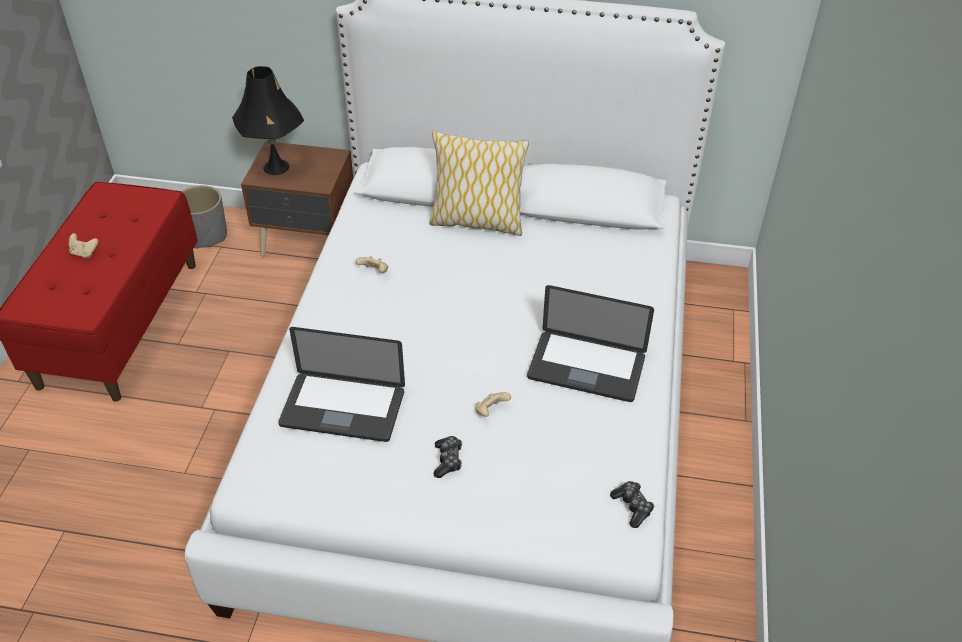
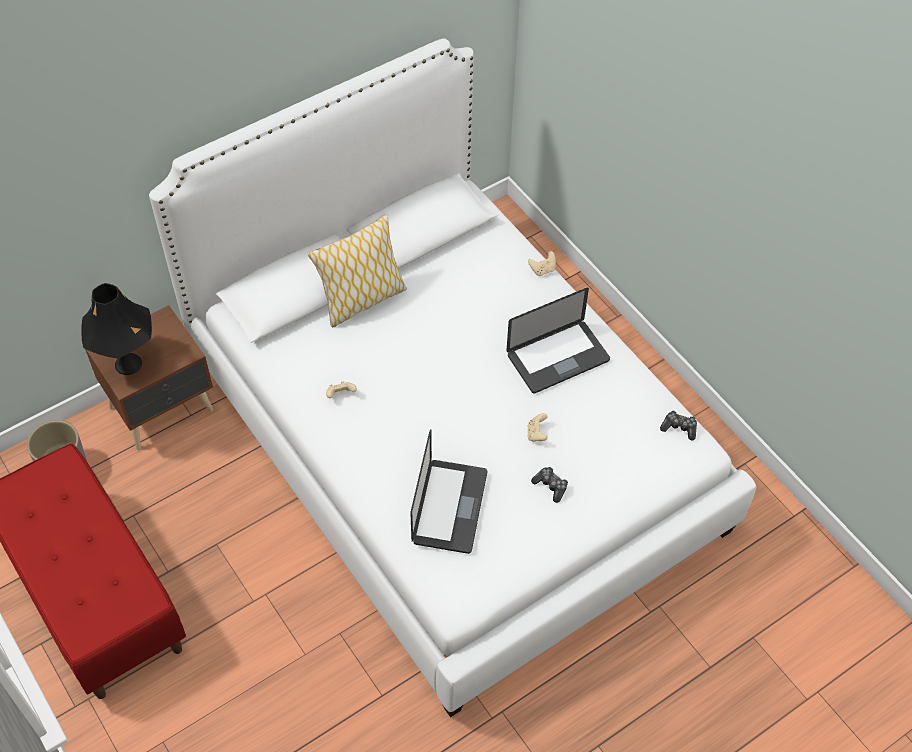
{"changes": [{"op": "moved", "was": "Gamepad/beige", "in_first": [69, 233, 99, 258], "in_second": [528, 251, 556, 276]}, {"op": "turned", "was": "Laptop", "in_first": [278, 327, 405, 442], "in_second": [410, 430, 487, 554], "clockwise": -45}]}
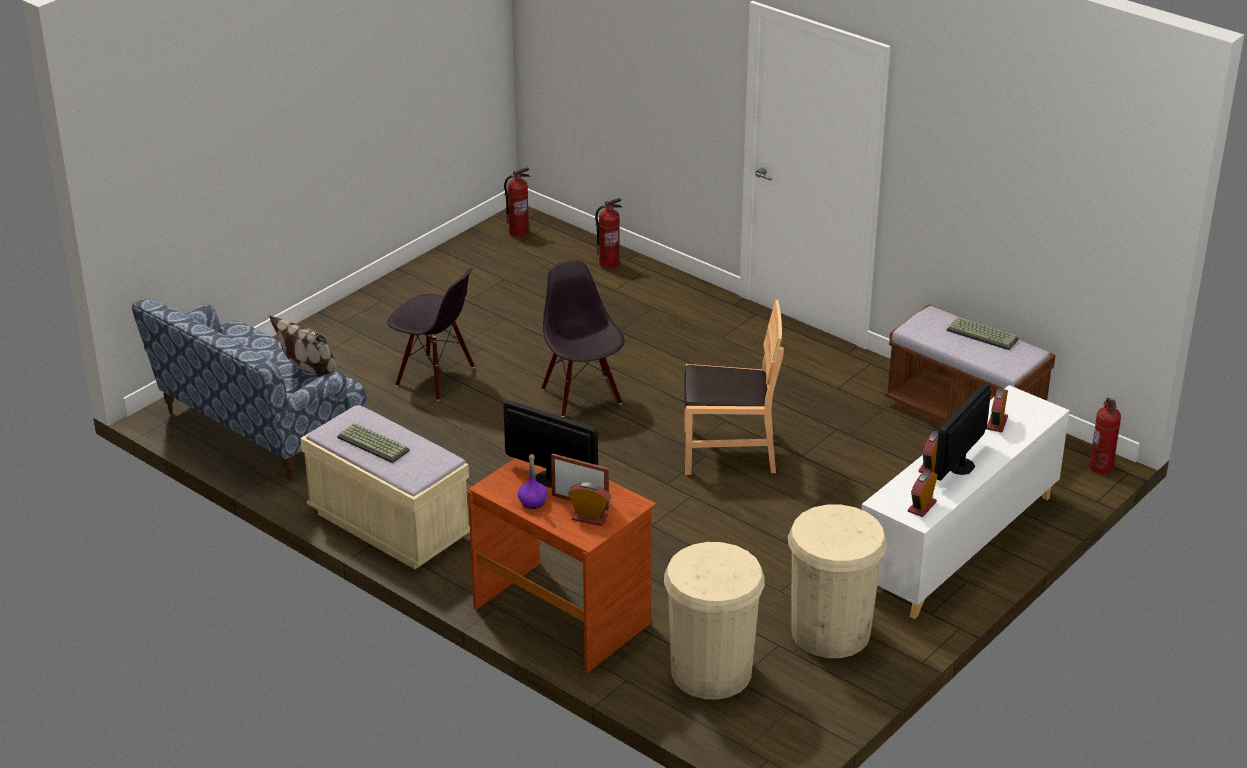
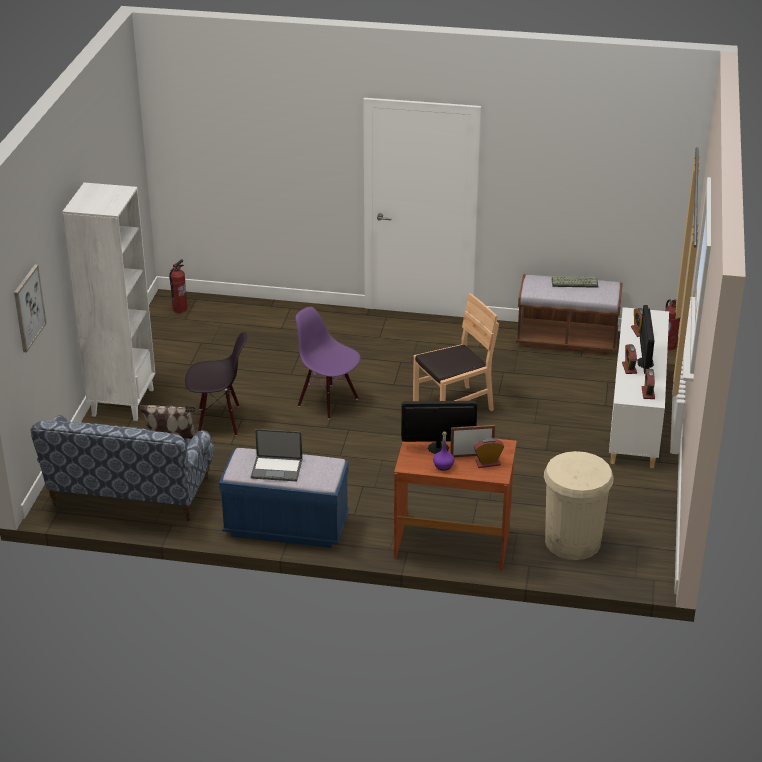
{"changes": [{"op": "removed", "was": "Feuerlöscher", "in_first": [595, 198, 622, 269]}, {"op": "removed", "was": "Mülleimer/beige", "in_first": [788, 505, 887, 658]}, {"op": "added", "now": "Bild", "in_second": [14, 265, 47, 352]}, {"op": "added", "now": "Bücherregal/weiß", "in_second": [62, 182, 155, 421]}, {"op": "replaced", "was": "Tastatur", "now": "Laptop", "in_first": [337, 423, 410, 463], "in_second": [251, 429, 302, 481]}, {"op": "recoloured", "was": "Bank/beige", "now": "Bank/blau", "in_first": [300, 405, 470, 569], "in_second": [219, 448, 349, 548]}, {"op": "recoloured", "was": "Stuhl/schwarz", "now": "Stuhl/lila", "in_first": [541, 260, 625, 417], "in_second": [296, 307, 360, 419]}]}
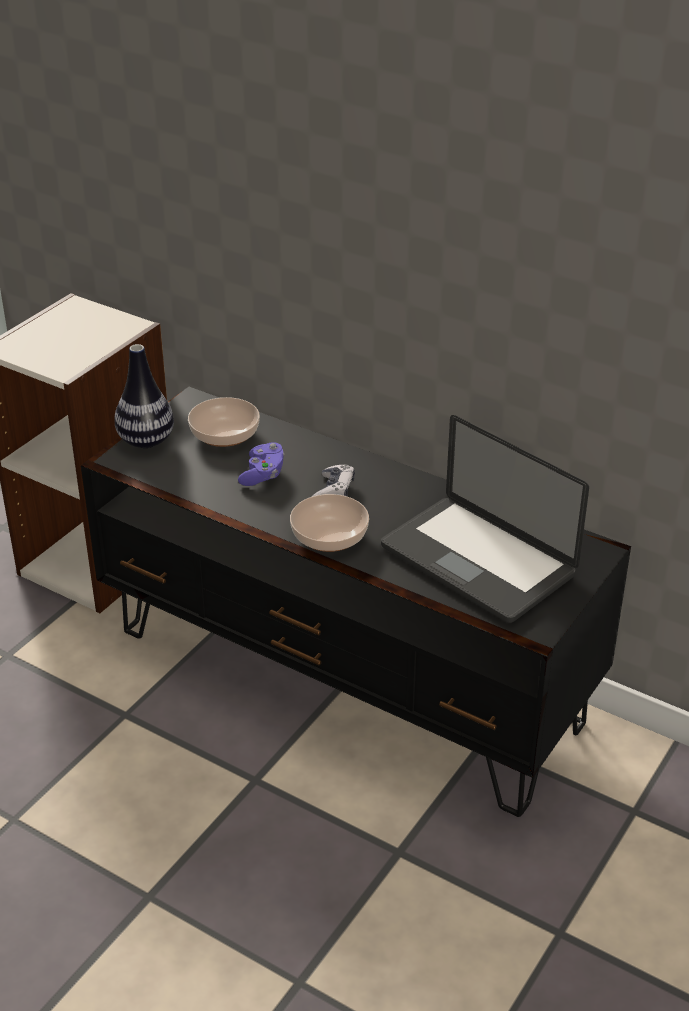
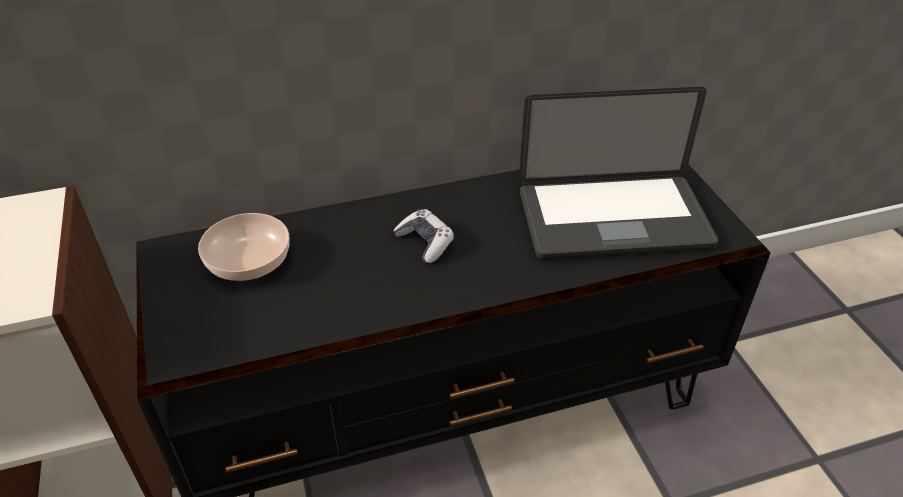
{"changes": [{"op": "removed", "was": "Vase", "in_first": [114, 344, 174, 448]}, {"op": "removed", "was": "Gamepad/lila", "in_first": [238, 442, 284, 486]}, {"op": "removed", "was": "Schüssel", "in_first": [290, 494, 369, 552]}]}
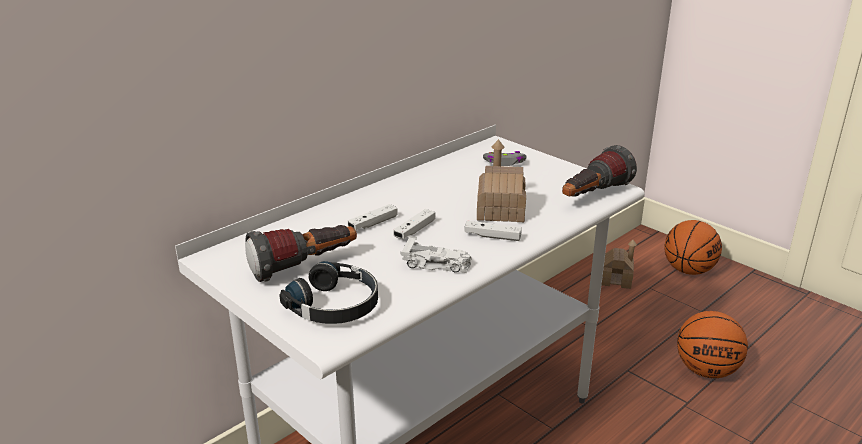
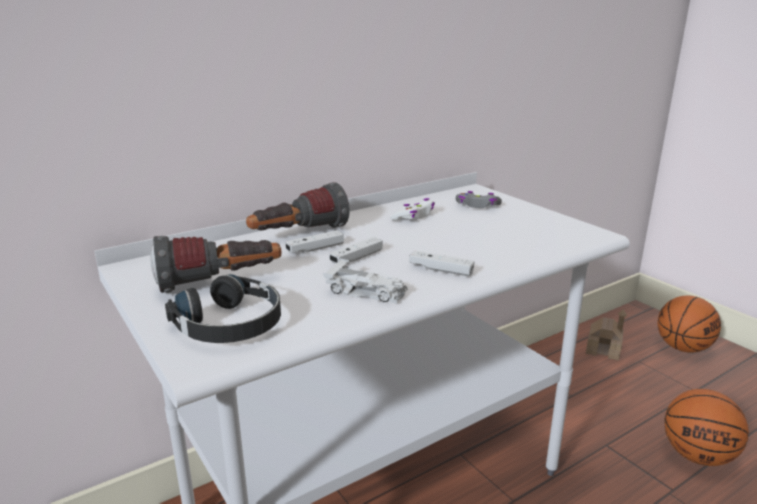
{"changes": [{"op": "removed", "was": "Spielzeughaus", "in_first": [477, 139, 526, 222]}, {"op": "added", "now": "Gamepad/weiß", "in_second": [390, 198, 435, 221]}, {"op": "moved", "was": "Taschenlampe", "in_first": [562, 145, 637, 197], "in_second": [246, 182, 350, 230]}]}
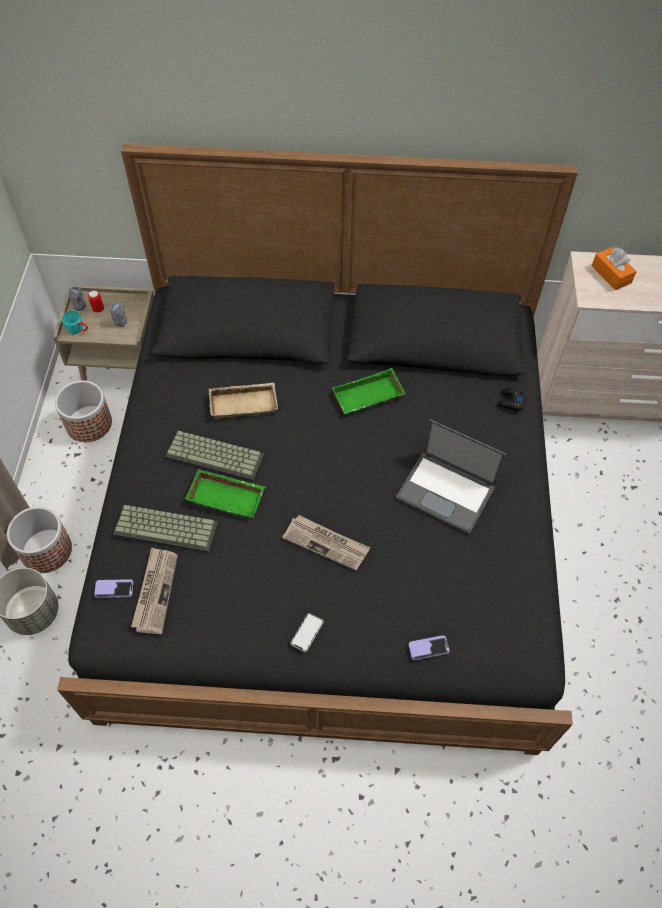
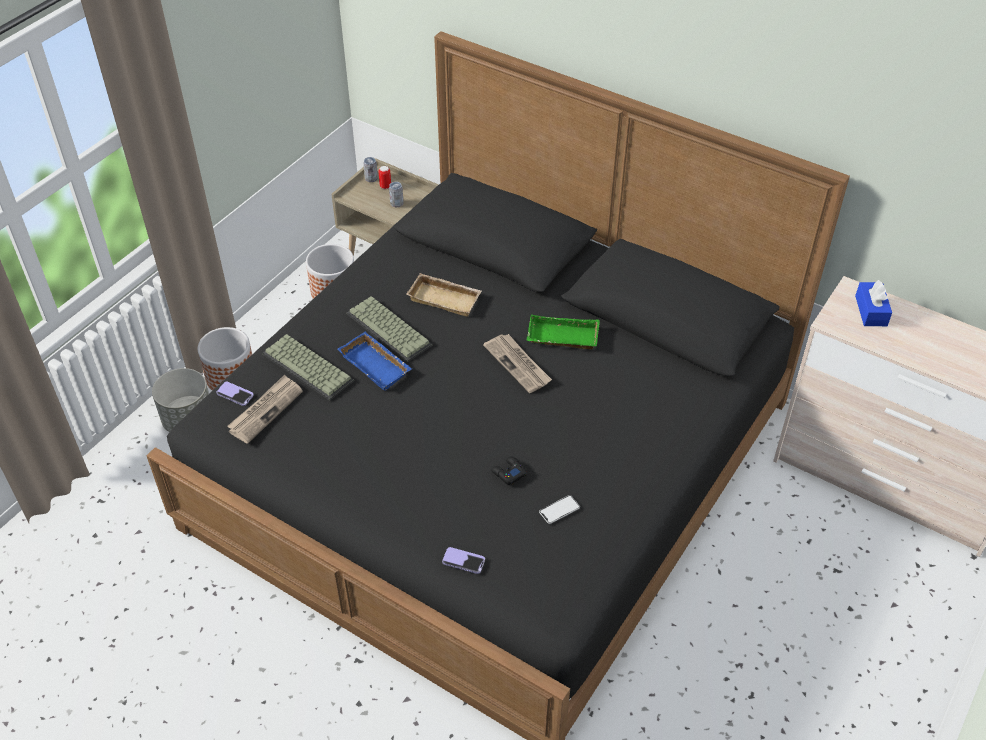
{"changes": [{"op": "removed", "was": "Henkelbecher/türkis", "in_first": [62, 311, 88, 334]}, {"op": "removed", "was": "Laptop", "in_first": [396, 419, 506, 535]}, {"op": "moved", "was": "Zeitung", "in_first": [282, 515, 370, 571], "in_second": [483, 334, 552, 393]}, {"op": "moved", "was": "Handy", "in_first": [290, 613, 324, 652], "in_second": [539, 495, 580, 524]}, {"op": "moved", "was": "Gamepad/schwarz", "in_first": [498, 388, 527, 411], "in_second": [491, 456, 526, 485]}, {"op": "recoloured", "was": "Tablett/grün", "now": "Tablett/blau", "in_first": [185, 469, 265, 519], "in_second": [338, 332, 412, 391]}, {"op": "recoloured", "was": "Taschentuchbox/orange", "now": "Taschentuchbox/blau", "in_first": [592, 247, 637, 290], "in_second": [855, 280, 892, 326]}]}
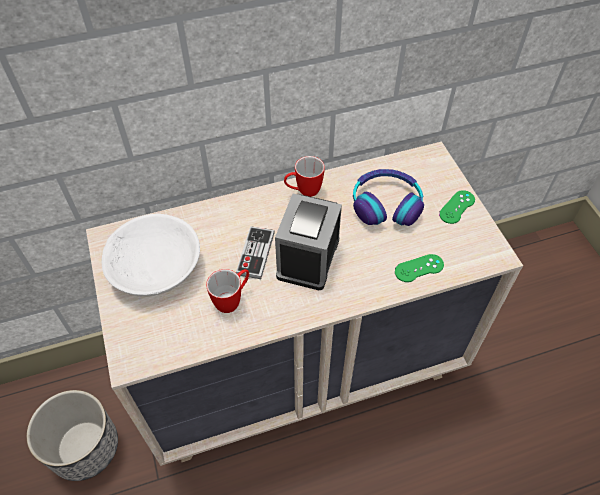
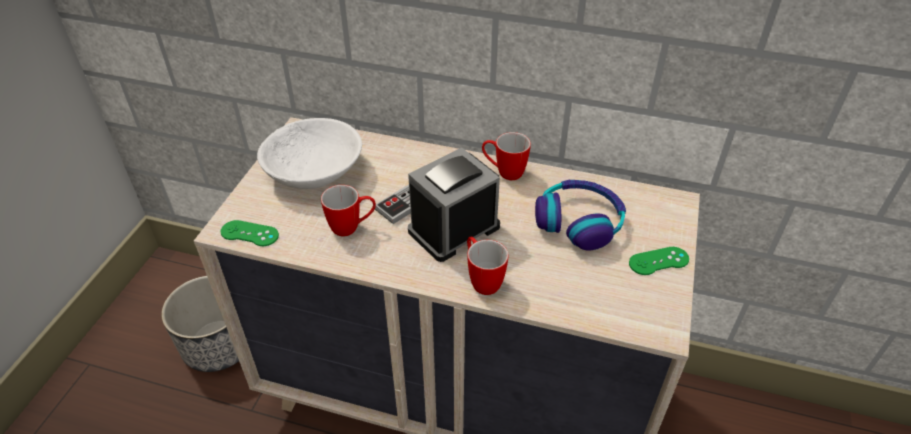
{"changes": [{"op": "added", "now": "Henkelbecher", "in_second": [467, 237, 509, 295]}, {"op": "moved", "was": "Gamepad/grün", "in_first": [395, 254, 444, 282], "in_second": [221, 220, 279, 246]}]}
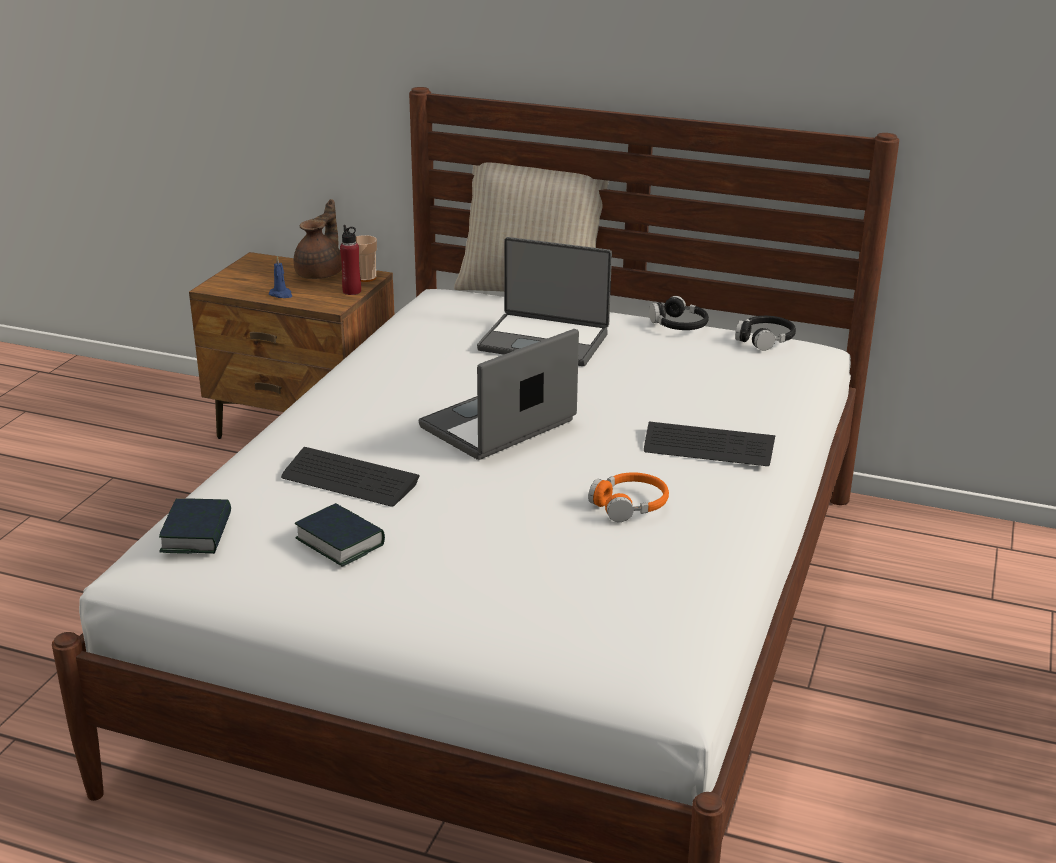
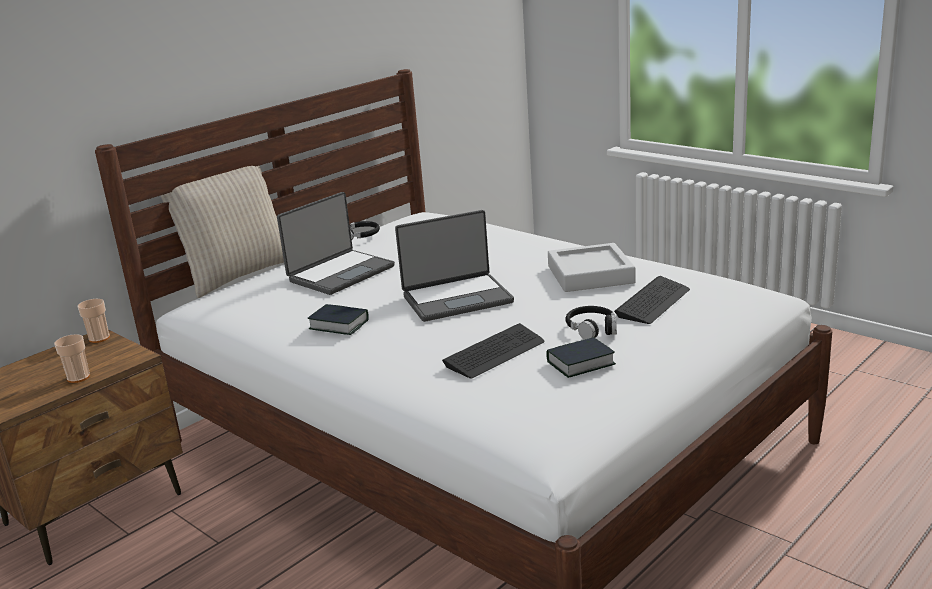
{"changes": [{"op": "removed", "was": "Teekanne/braun", "in_first": [293, 199, 342, 279]}, {"op": "removed", "was": "Flasche/rot", "in_first": [340, 225, 361, 295]}, {"op": "moved", "was": "Buch", "in_first": [159, 498, 231, 554], "in_second": [308, 304, 369, 335]}, {"op": "moved", "was": "Tastatur", "in_first": [644, 422, 775, 466], "in_second": [614, 276, 690, 324]}, {"op": "moved", "was": "Kopfhörer/schwarz", "in_first": [735, 316, 796, 351], "in_second": [565, 306, 617, 340]}, {"op": "replaced", "was": "Kerze/blau", "now": "Tasse", "in_first": [269, 256, 292, 298], "in_second": [54, 334, 90, 383]}, {"op": "replaced", "was": "Kopfhörer/orange", "now": "Tablett/grau", "in_first": [588, 472, 669, 522], "in_second": [548, 243, 636, 292]}, {"op": "turned", "was": "Laptop", "in_first": [419, 329, 579, 460], "in_second": [395, 210, 514, 322], "clockwise": -90}]}
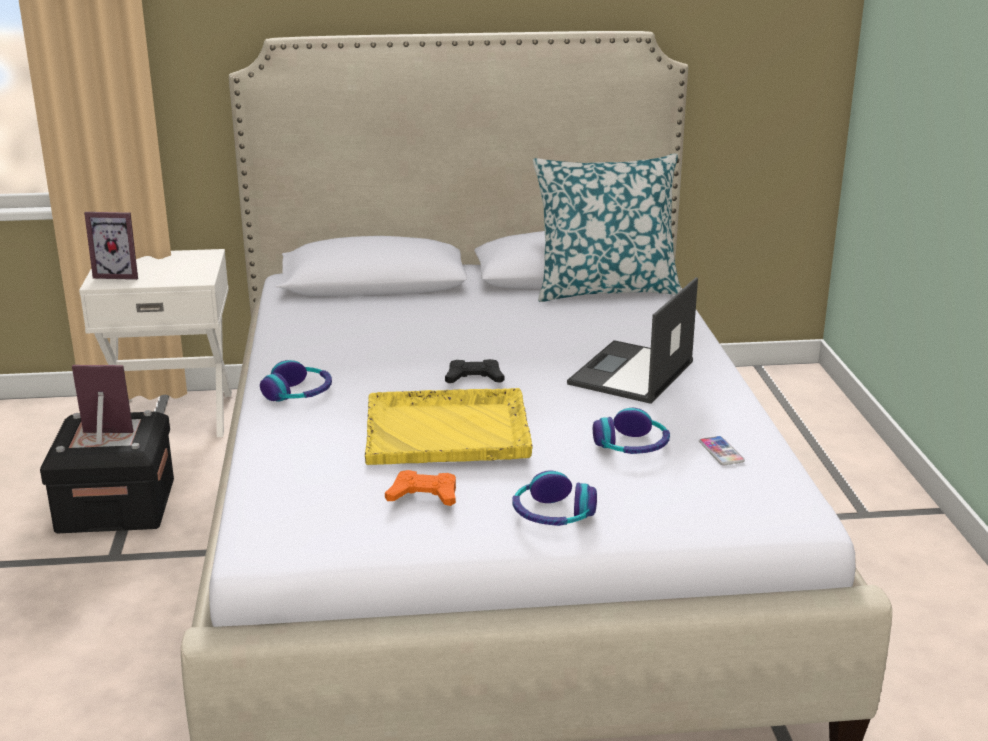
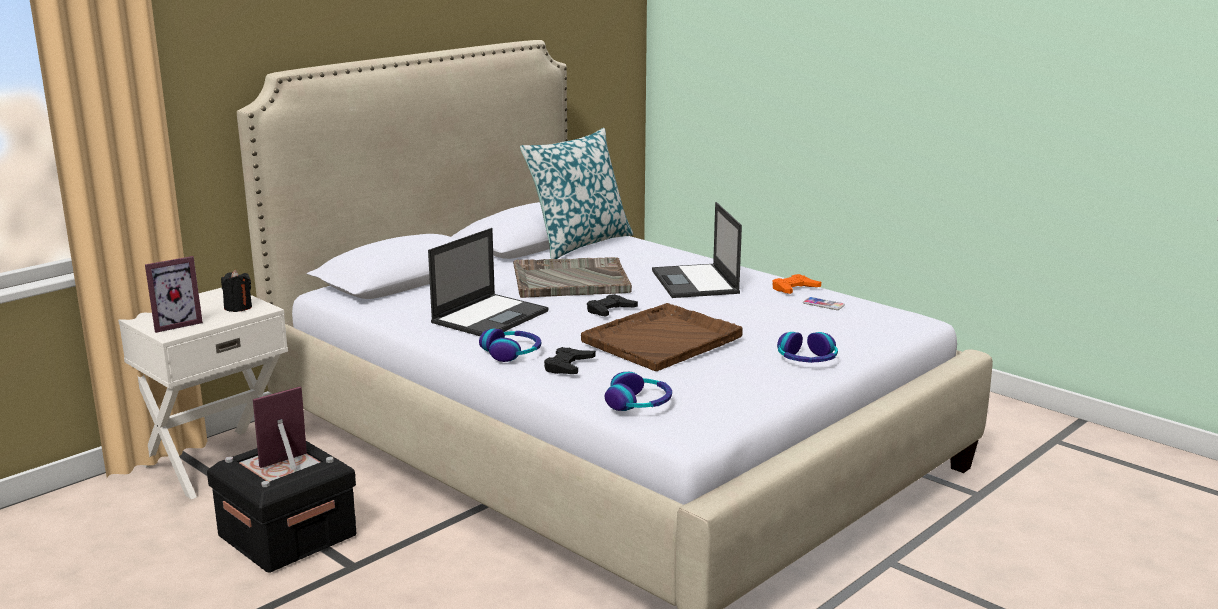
{"changes": [{"op": "added", "now": "Kerze/schwarz", "in_second": [221, 270, 252, 312]}, {"op": "added", "now": "Laptop", "in_second": [428, 228, 549, 336]}, {"op": "added", "now": "Tablett/grau", "in_second": [513, 257, 632, 298]}, {"op": "added", "now": "Gamepad/schwarz", "in_second": [544, 347, 595, 374]}, {"op": "moved", "was": "Gamepad/orange", "in_first": [385, 470, 456, 506], "in_second": [772, 274, 821, 294]}, {"op": "moved", "was": "Kopfhörer", "in_first": [593, 408, 670, 454], "in_second": [605, 372, 672, 411]}, {"op": "recoloured", "was": "Tablett/gelb", "now": "Tablett/braun", "in_first": [365, 388, 533, 465], "in_second": [581, 303, 743, 371]}]}
